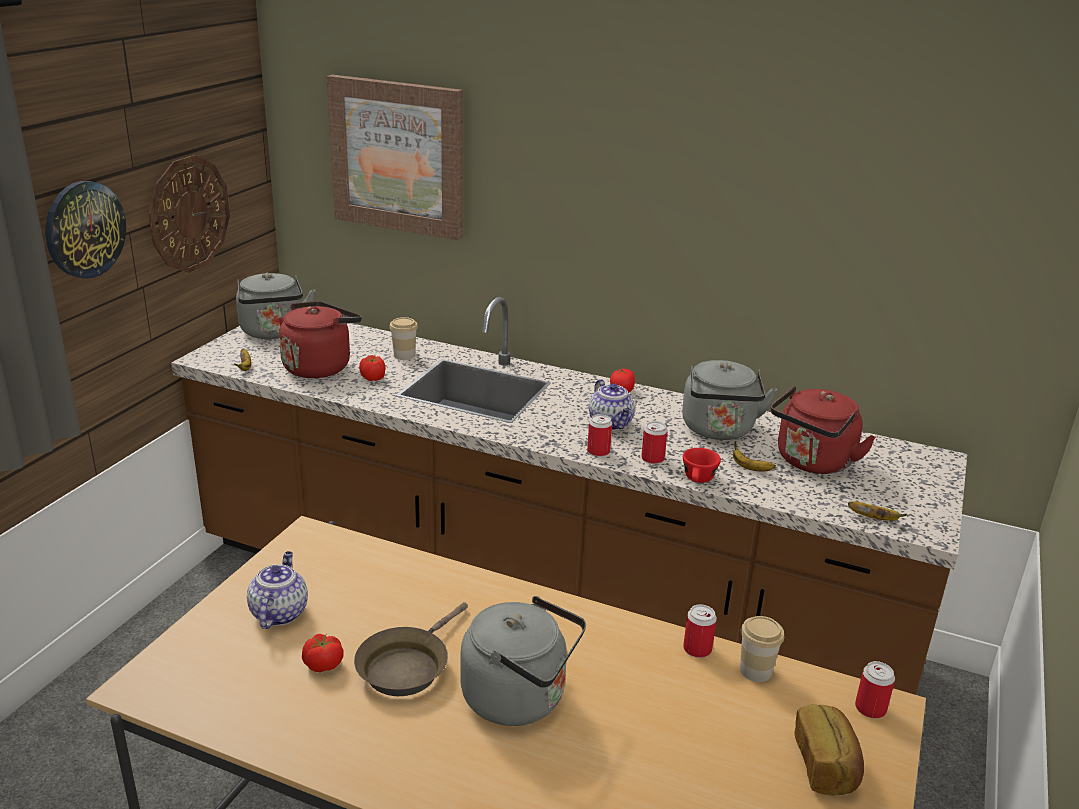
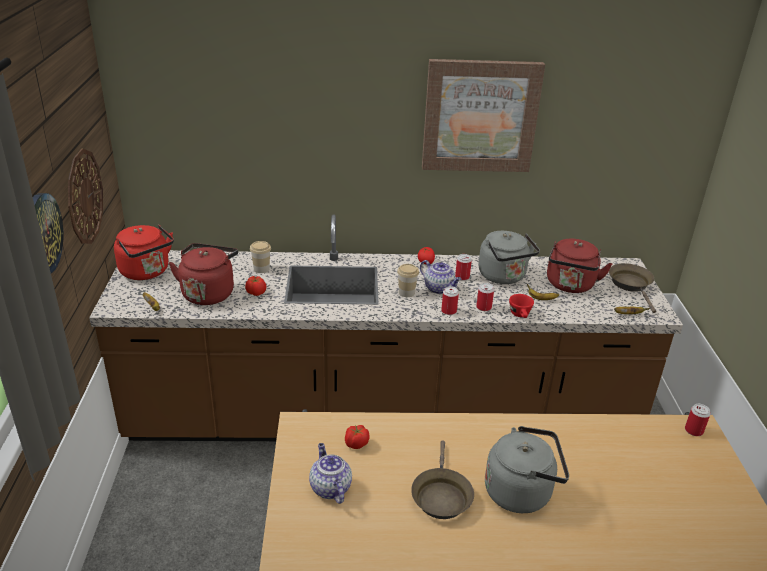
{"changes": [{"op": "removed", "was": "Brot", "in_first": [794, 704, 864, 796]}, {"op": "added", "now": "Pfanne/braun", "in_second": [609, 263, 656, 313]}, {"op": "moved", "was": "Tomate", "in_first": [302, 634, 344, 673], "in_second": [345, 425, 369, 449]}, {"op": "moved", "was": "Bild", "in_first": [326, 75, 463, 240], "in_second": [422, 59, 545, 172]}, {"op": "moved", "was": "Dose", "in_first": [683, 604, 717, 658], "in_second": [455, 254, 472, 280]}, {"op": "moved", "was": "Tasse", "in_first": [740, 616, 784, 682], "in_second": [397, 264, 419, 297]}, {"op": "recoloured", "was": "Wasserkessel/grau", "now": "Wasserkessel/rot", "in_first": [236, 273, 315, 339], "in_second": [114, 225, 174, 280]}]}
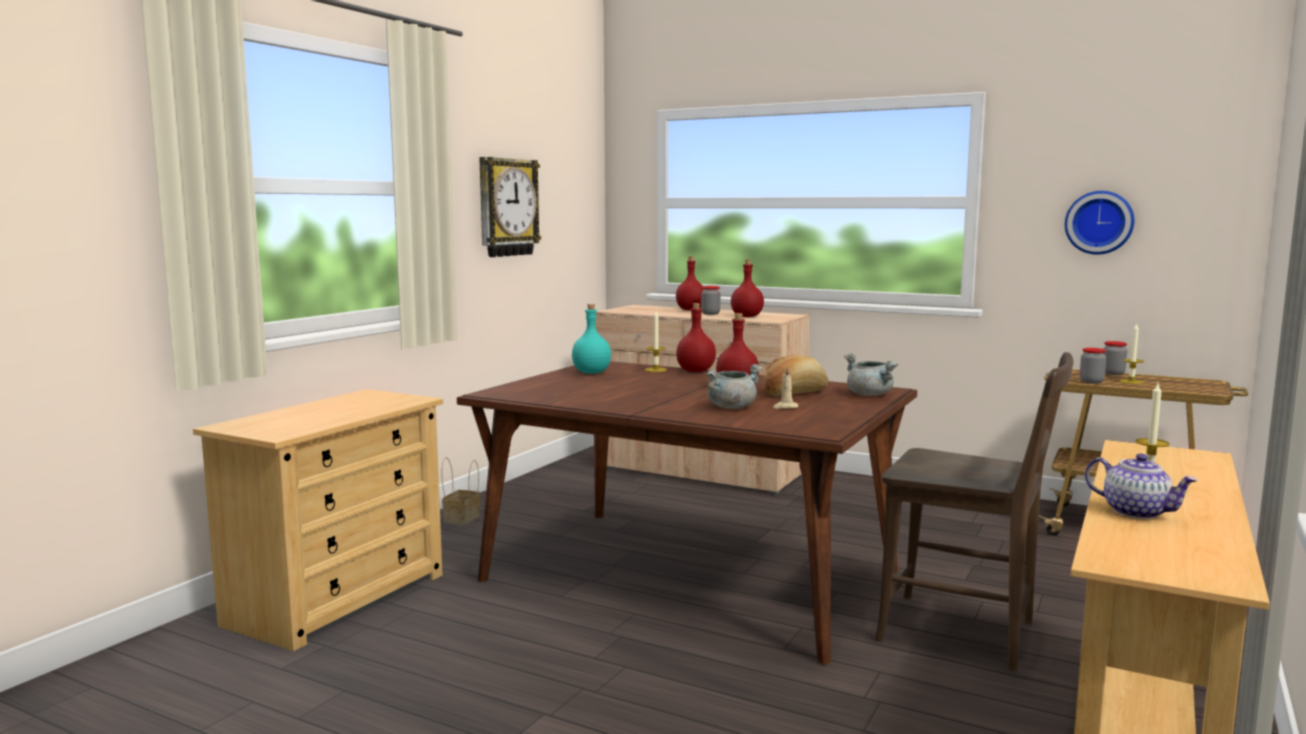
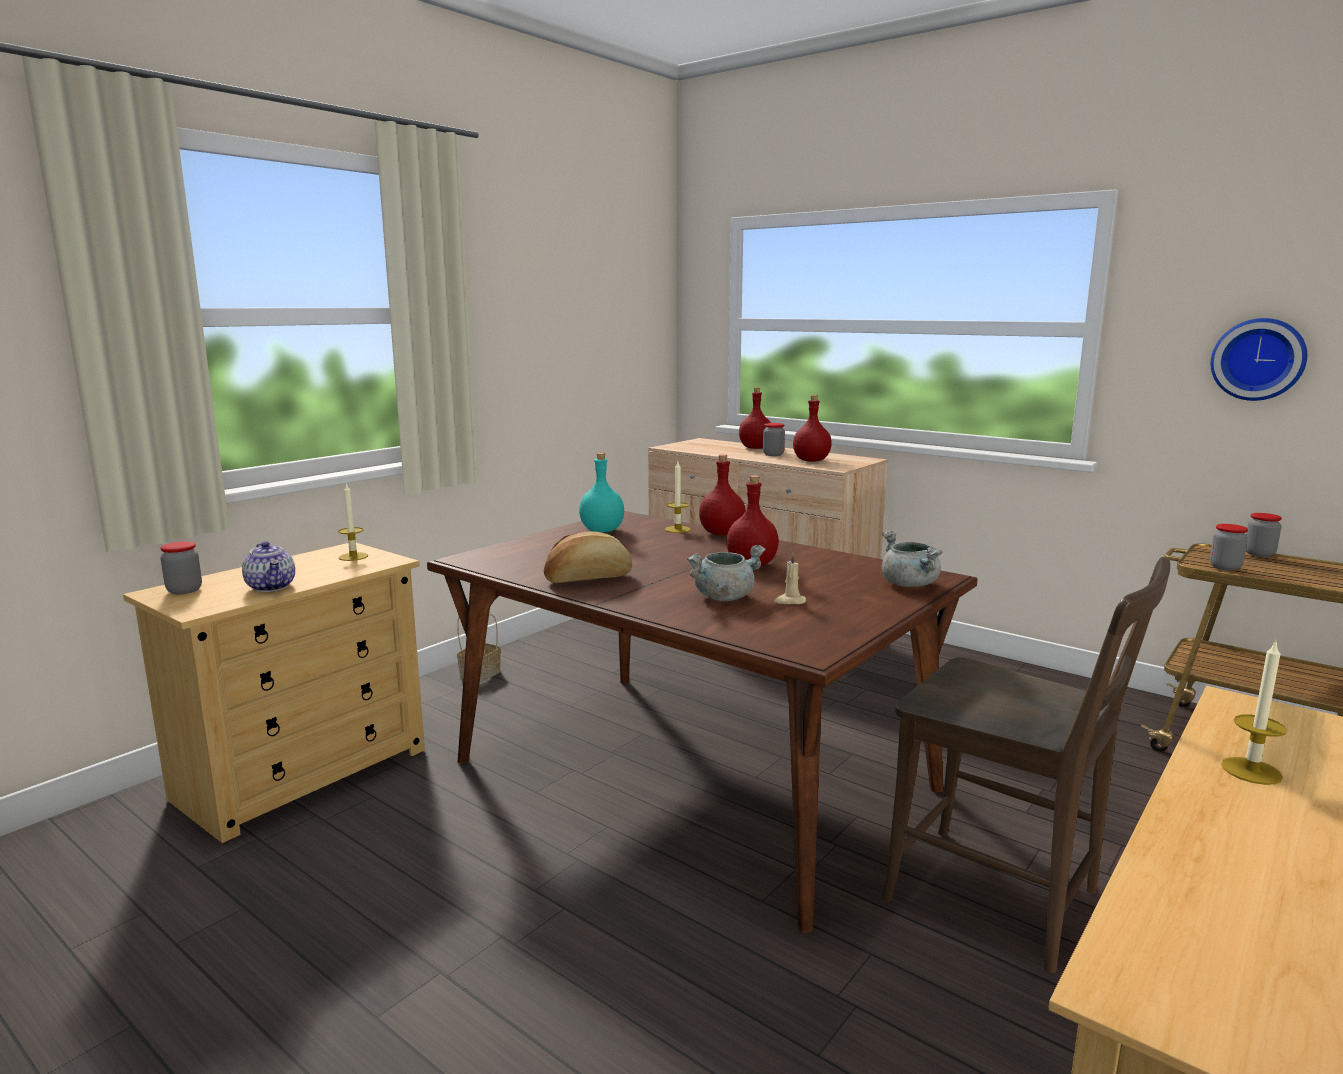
{"changes": [{"op": "removed", "was": "Wanduhr", "in_first": [479, 157, 541, 257]}, {"op": "added", "now": "Vorratsglas", "in_second": [160, 541, 202, 594]}, {"op": "moved", "was": "Brot", "in_first": [764, 355, 828, 396], "in_second": [544, 531, 632, 583]}, {"op": "moved", "was": "Teekanne", "in_first": [1085, 454, 1198, 519], "in_second": [242, 541, 295, 592]}, {"op": "moved", "was": "Kerze", "in_first": [1119, 323, 1144, 384], "in_second": [338, 482, 368, 561]}]}
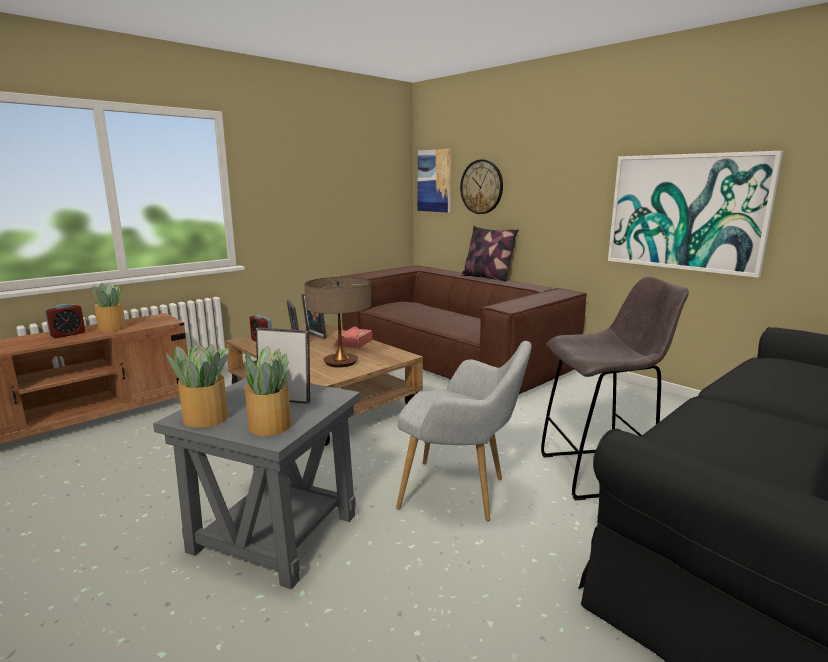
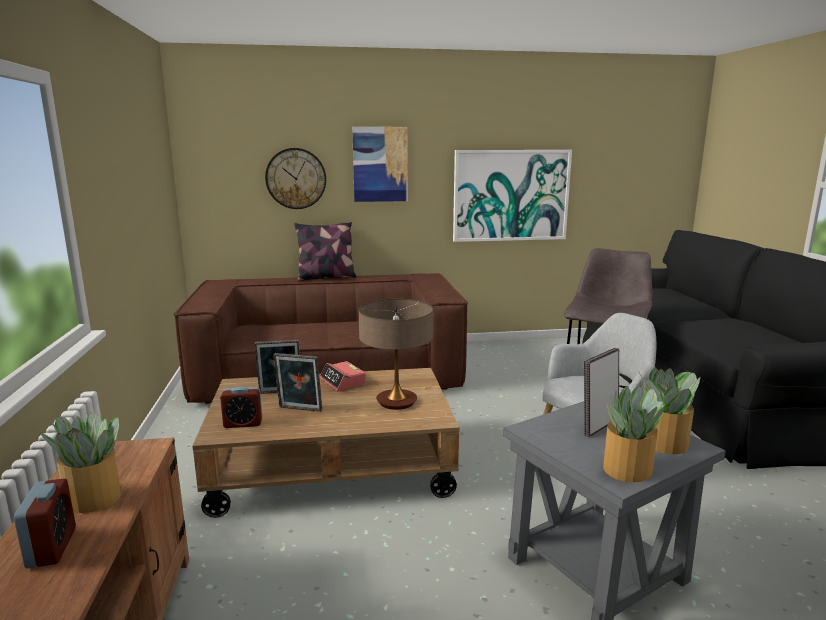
{"changes": [{"op": "moved", "was": "Bild", "in_first": [418, 149, 451, 213], "in_second": [352, 127, 408, 202]}]}
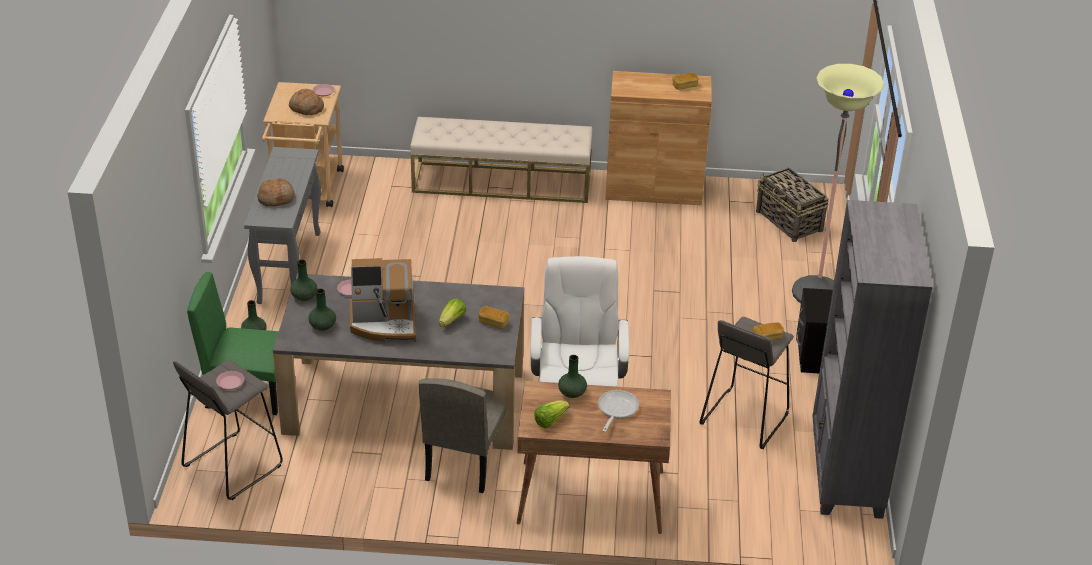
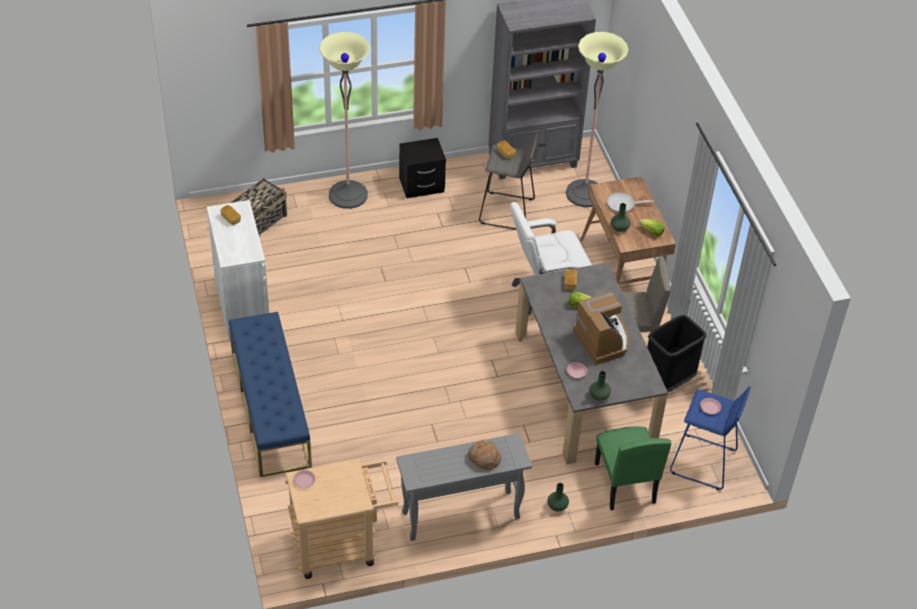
{"changes": [{"op": "removed", "was": "Brot", "in_first": [289, 89, 324, 115]}, {"op": "removed", "was": "Vase/grün", "in_first": [308, 289, 336, 331]}, {"op": "added", "now": "Stehlampe", "in_second": [566, 32, 628, 207]}, {"op": "added", "now": "Mülleimer/schwarz", "in_second": [647, 315, 706, 392]}, {"op": "recoloured", "was": "Hocker/grau", "now": "Hocker/blau", "in_first": [173, 360, 283, 500], "in_second": [670, 386, 751, 490]}, {"op": "recoloured", "was": "Bank/beige", "now": "Bank/blau", "in_first": [410, 117, 593, 203], "in_second": [229, 312, 312, 477]}, {"op": "recoloured", "was": "Schrank/braun", "now": "Schrank/weiß", "in_first": [605, 71, 712, 205], "in_second": [207, 200, 269, 342]}]}
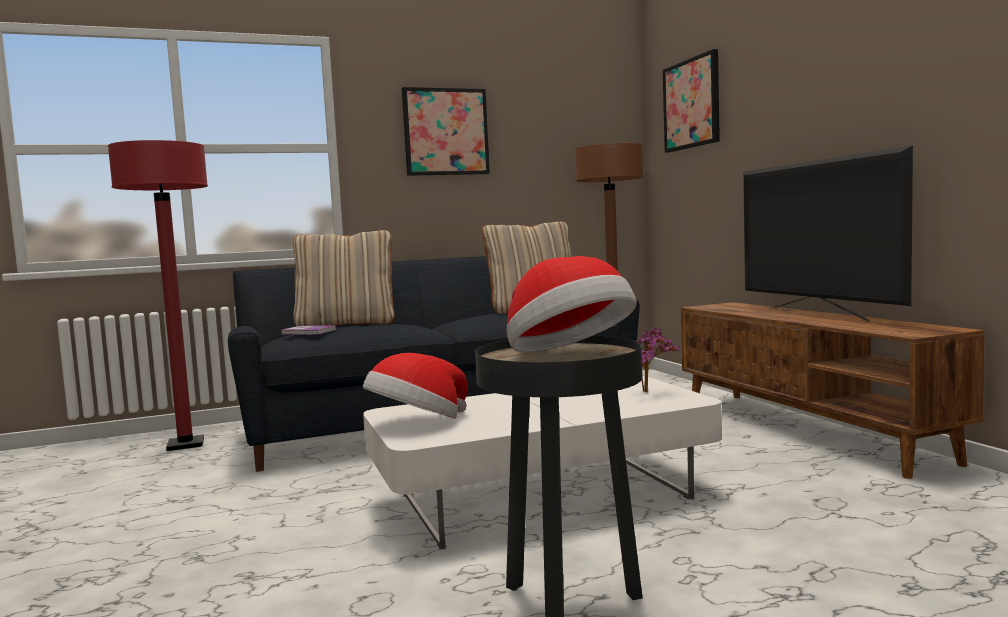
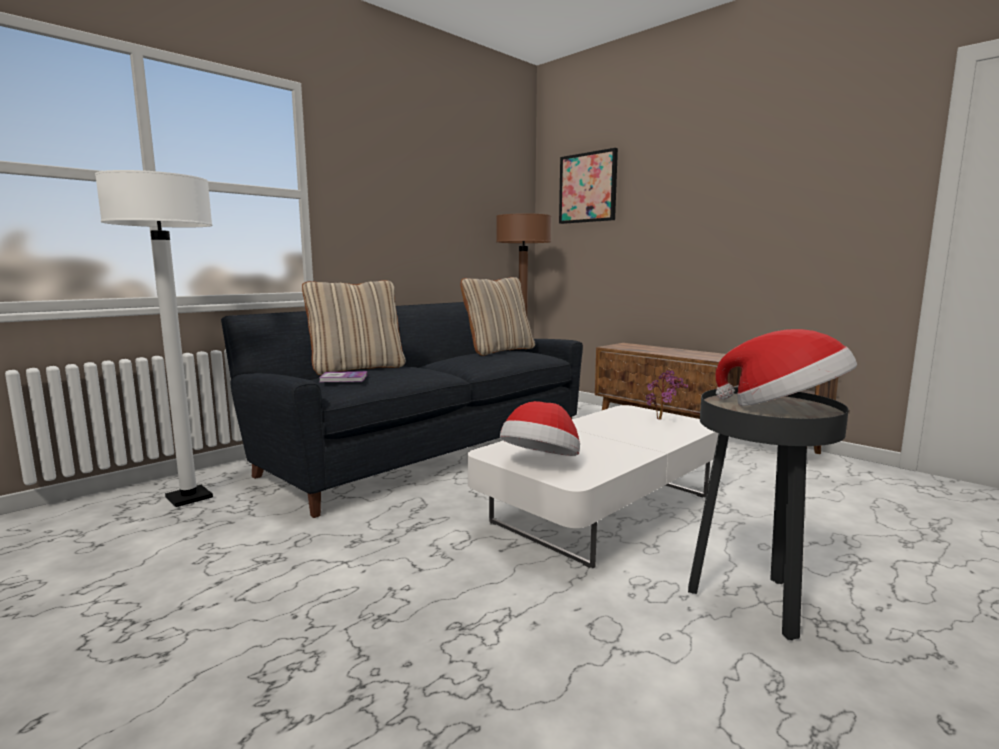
{"changes": [{"op": "removed", "was": "Bild", "in_first": [402, 87, 490, 176]}, {"op": "removed", "was": "Fernseher", "in_first": [743, 145, 913, 322]}, {"op": "recoloured", "was": "Stehlampe/rot", "now": "Stehlampe/weiß", "in_first": [108, 140, 208, 451], "in_second": [95, 170, 213, 507]}]}
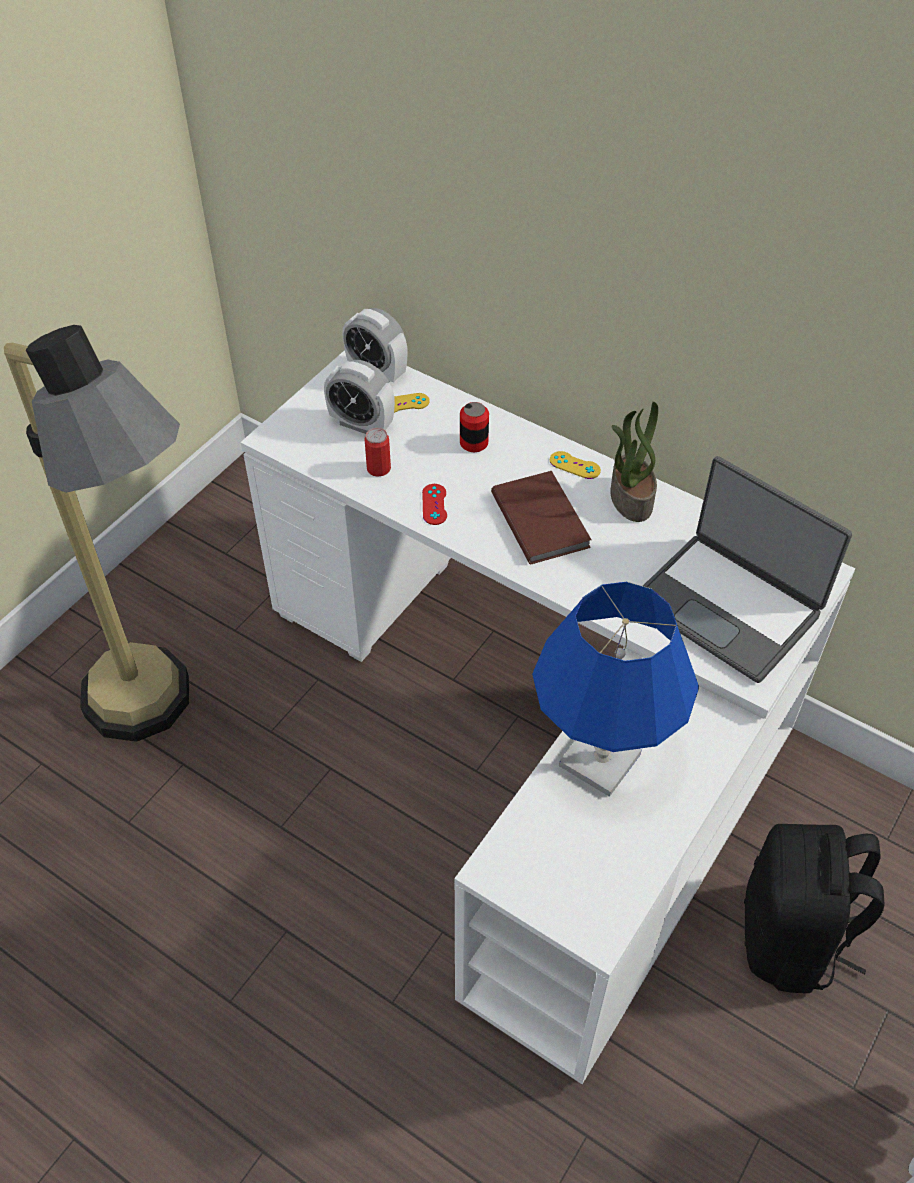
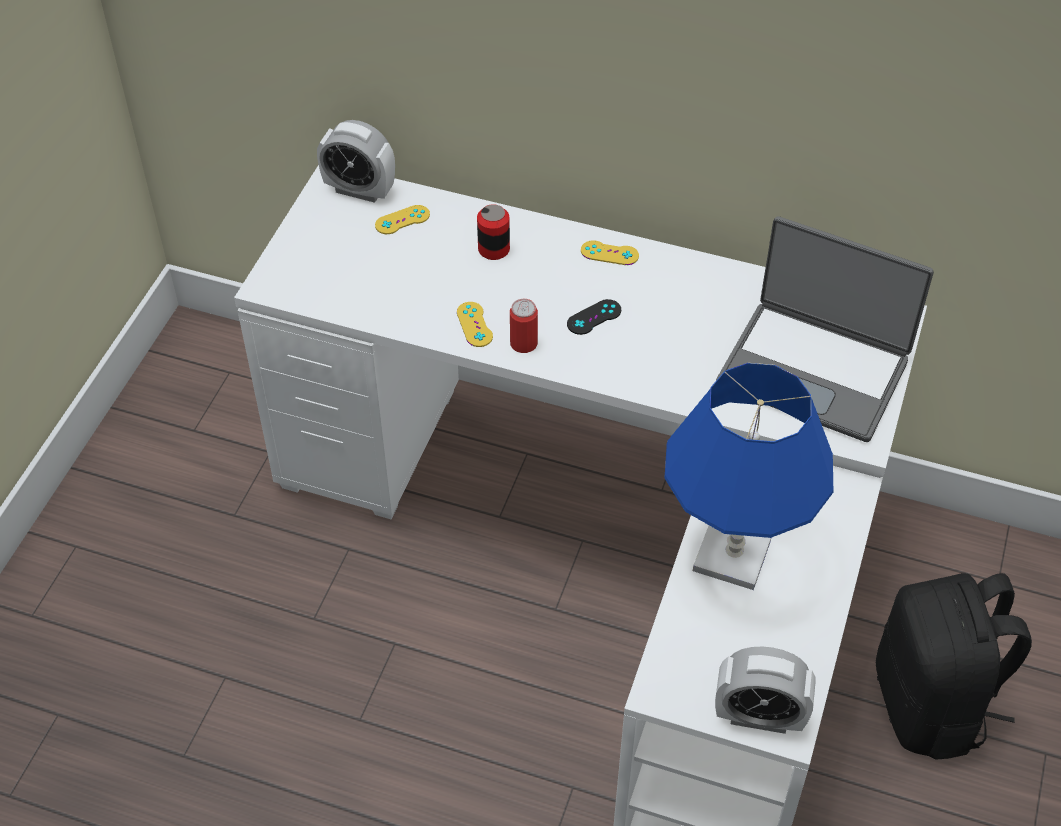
{"changes": [{"op": "removed", "was": "Stehlampe", "in_first": [4, 325, 189, 742]}, {"op": "removed", "was": "Topfpflanze", "in_first": [610, 402, 658, 522]}, {"op": "moved", "was": "Wecker", "in_first": [324, 360, 395, 434], "in_second": [715, 647, 815, 734]}, {"op": "moved", "was": "Dose", "in_first": [365, 428, 391, 477], "in_second": [510, 299, 538, 353]}, {"op": "replaced", "was": "Buch/braun", "now": "Gamepad/schwarz", "in_first": [491, 471, 592, 564], "in_second": [567, 299, 621, 335]}, {"op": "recoloured", "was": "Gamepad/rot", "now": "Gamepad/gelb", "in_first": [422, 484, 447, 525], "in_second": [457, 302, 493, 347]}]}
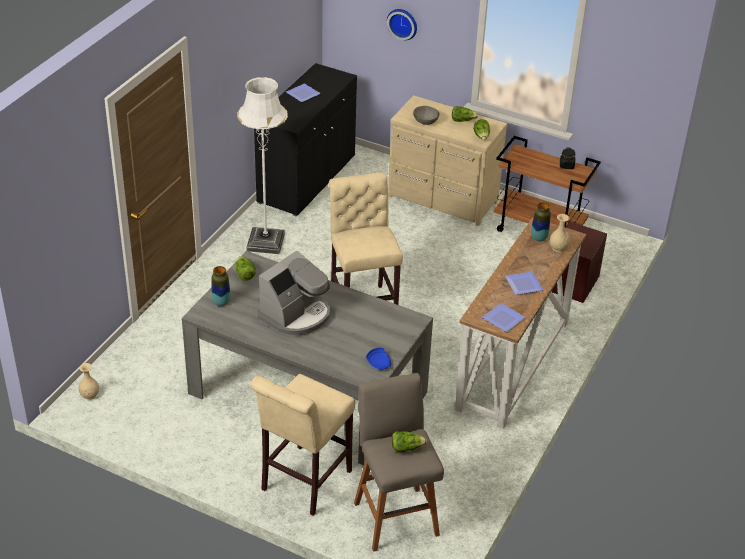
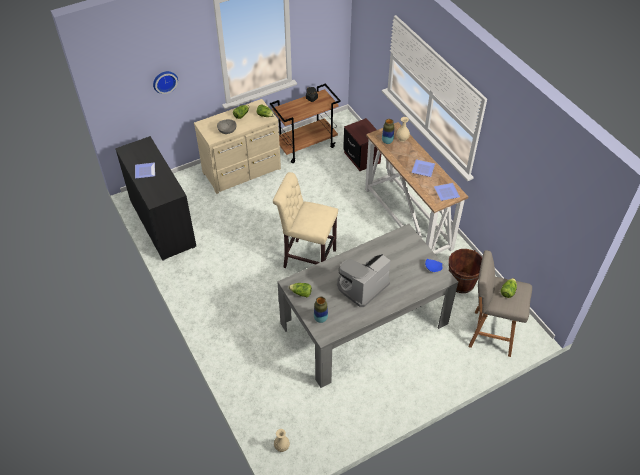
{"changes": [{"op": "removed", "was": "Stehlampe/weiß", "in_first": [237, 77, 288, 254]}, {"op": "removed", "was": "Hocker/beige", "in_first": [250, 374, 355, 515]}, {"op": "added", "now": "Eimer/braun", "in_second": [448, 249, 482, 293]}, {"op": "turned", "was": "Kaffeemaschine", "in_first": [258, 250, 331, 336], "in_second": [337, 254, 391, 307], "clockwise": -120}]}
